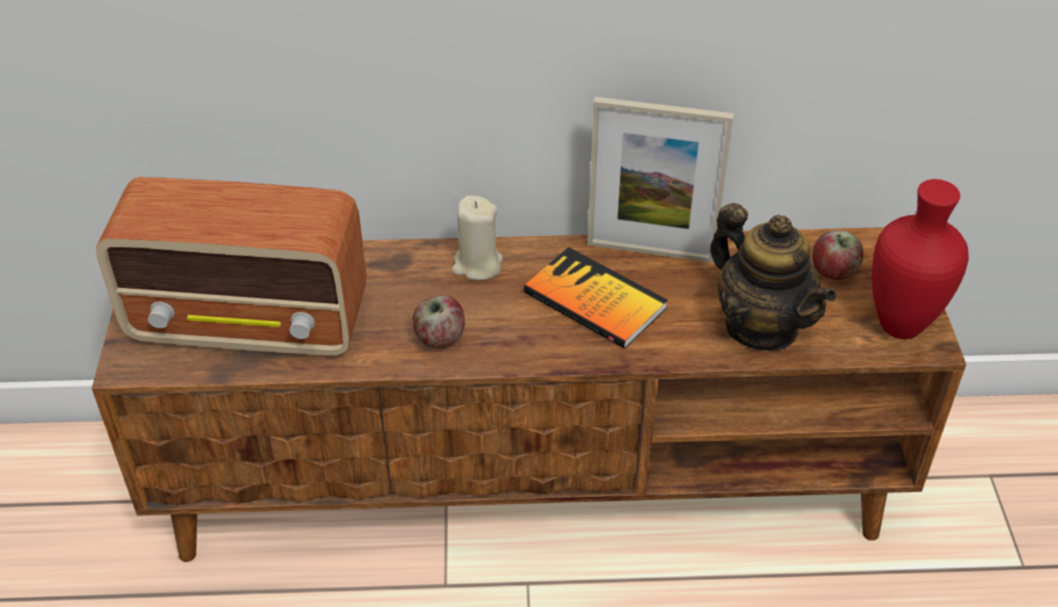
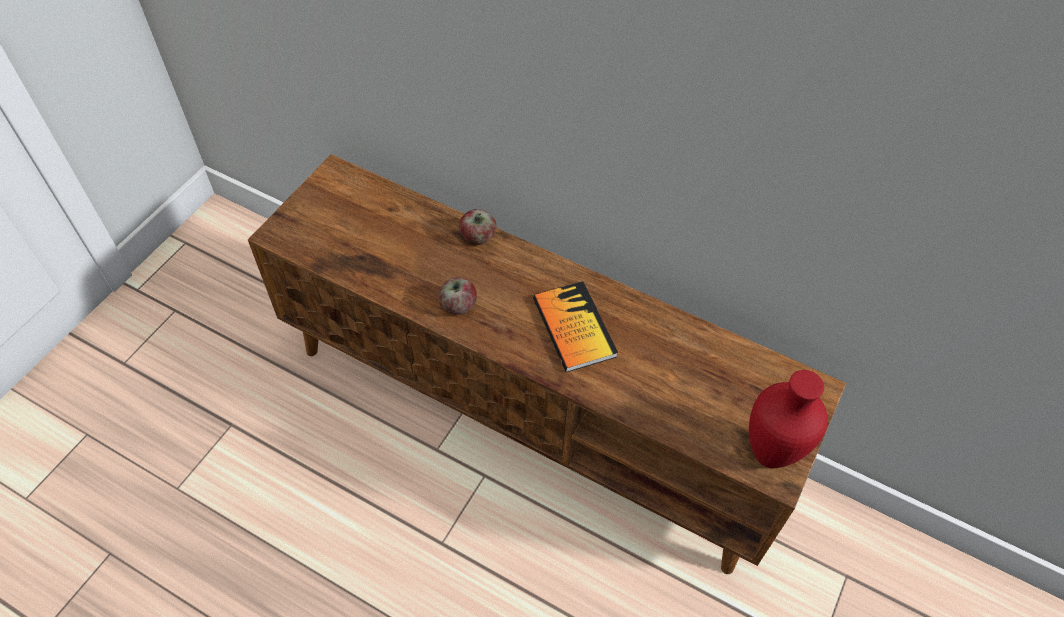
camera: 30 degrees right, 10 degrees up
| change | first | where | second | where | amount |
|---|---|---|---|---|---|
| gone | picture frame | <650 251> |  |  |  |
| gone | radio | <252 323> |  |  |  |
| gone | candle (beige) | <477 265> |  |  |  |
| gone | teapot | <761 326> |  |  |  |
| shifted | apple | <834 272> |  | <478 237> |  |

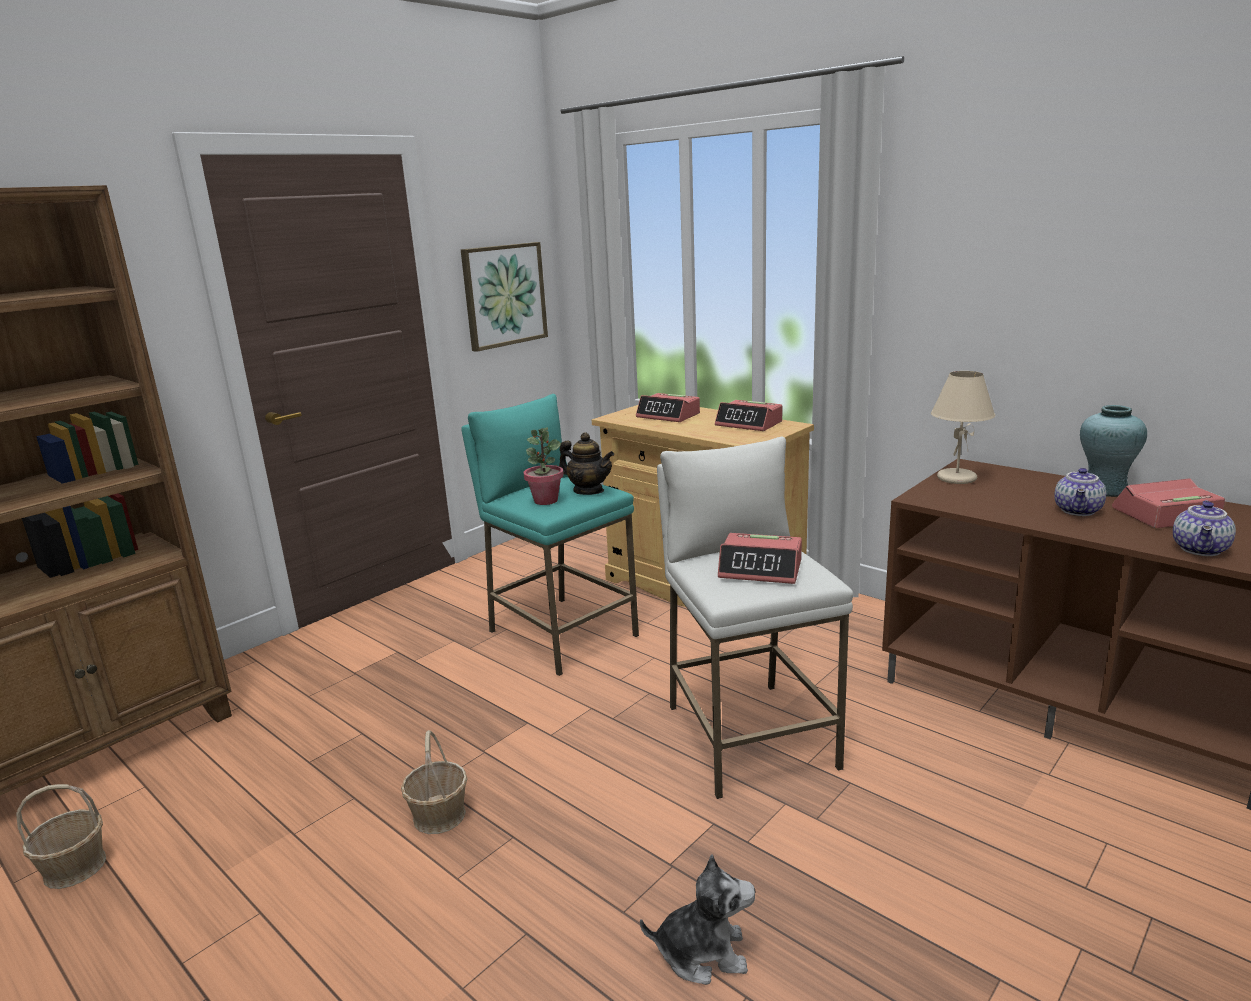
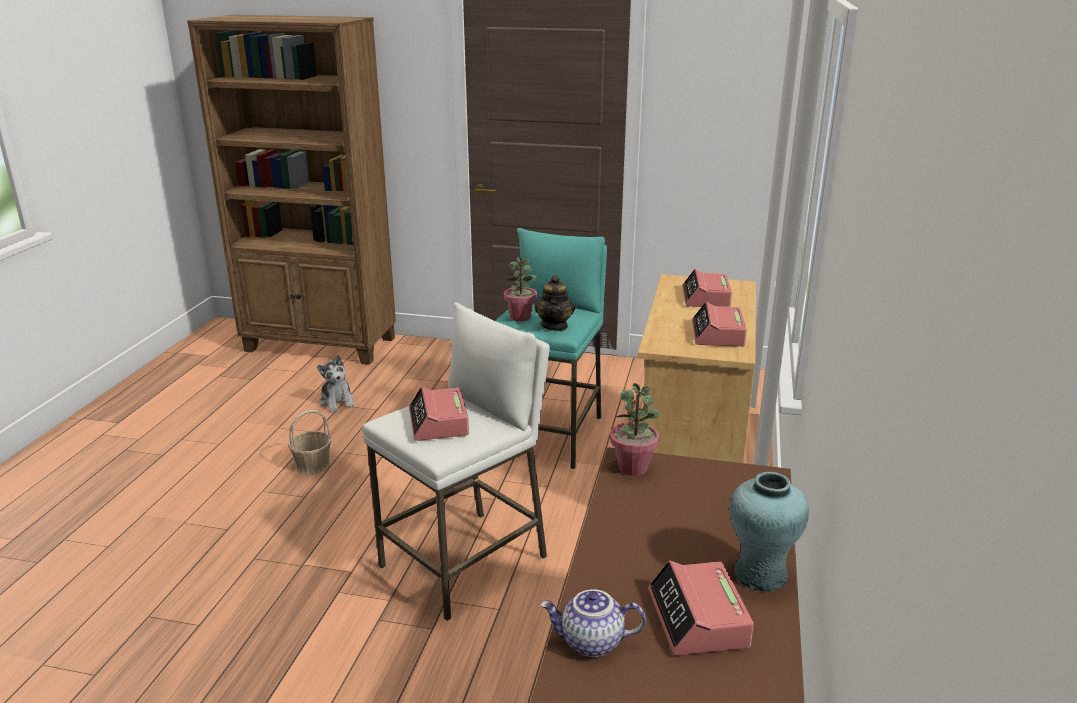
camera: 60 degrees right, 5 degrees up
| change | first | where | second | where | amount |
|---|---|---|---|---|---|
| gone | picture | <504 295> |  |  |  |
| gone | table lamp (beige) | <956 478> |  |  |  |
| gone | teapot | <1079 511> |  |  |  |
| rotated | alarm clock | <1164 515> |  | <698 619> | 150 degrees counterclockwise |
| gone | basket | <75 867> |  |  |  |
| shifted | plush toy | <702 952> |  | <337 402> |  |
| new |  |  | potted plant | <633 467> |  |

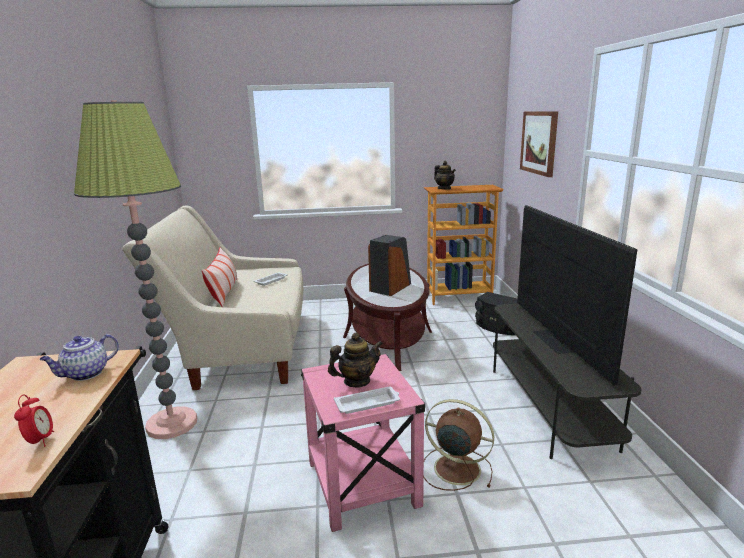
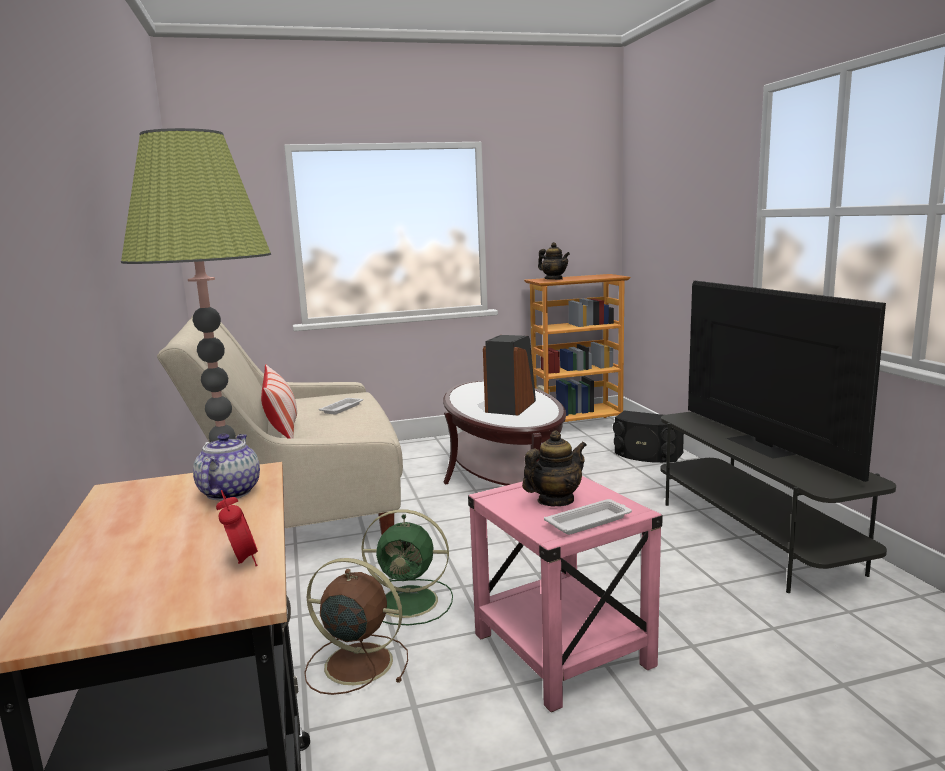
camera: 10 degrees left, 5 degrees down
| change | first | where | second | where | amount |
|---|---|---|---|---|---|
| gone | picture | <539 142> |  |  |  |
| rotated | teapot | <85 374> |  | <229 492> | 150 degrees clockwise |
| shifted | fan (brown) | <455 468> |  | <355 663> |  |
| new |  |  | fan (green) | <411 602> |  |

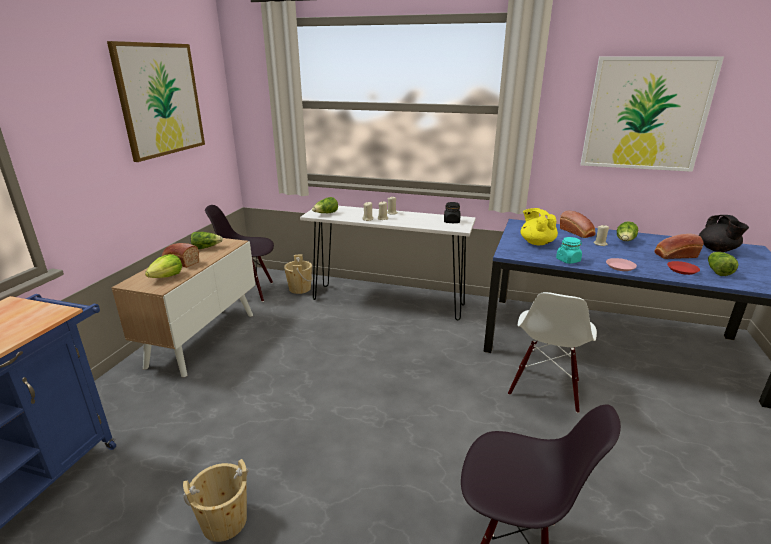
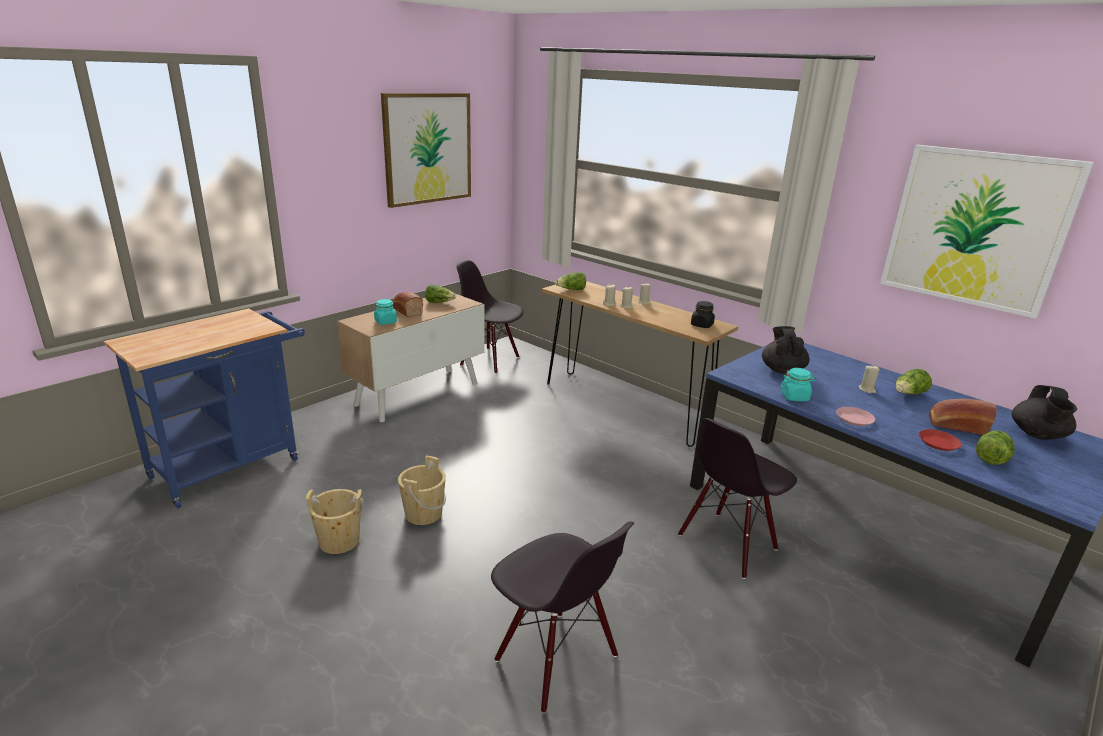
camera: 25 degrees right, 0 degrees up
| change | first | where | second | where | amount |
|---|---|---|---|---|---|
| repainted | console table (white) | <387 302> | console table (brown) | <624 406> |  |
| repainted | teapot (yellow) | <536 242> | teapot (black) | <782 370> |  |
| gone | bread | <577 232> |  |  |  |
| swapped | lettuce | <167 277> | jar (turquoise) | <385 322> |  |
| shifted | bucket (beige) | <300 289> |  | <423 514> |  |
| repainted | chair (white) | <545 388> | chair (black) | <728 543> |  |

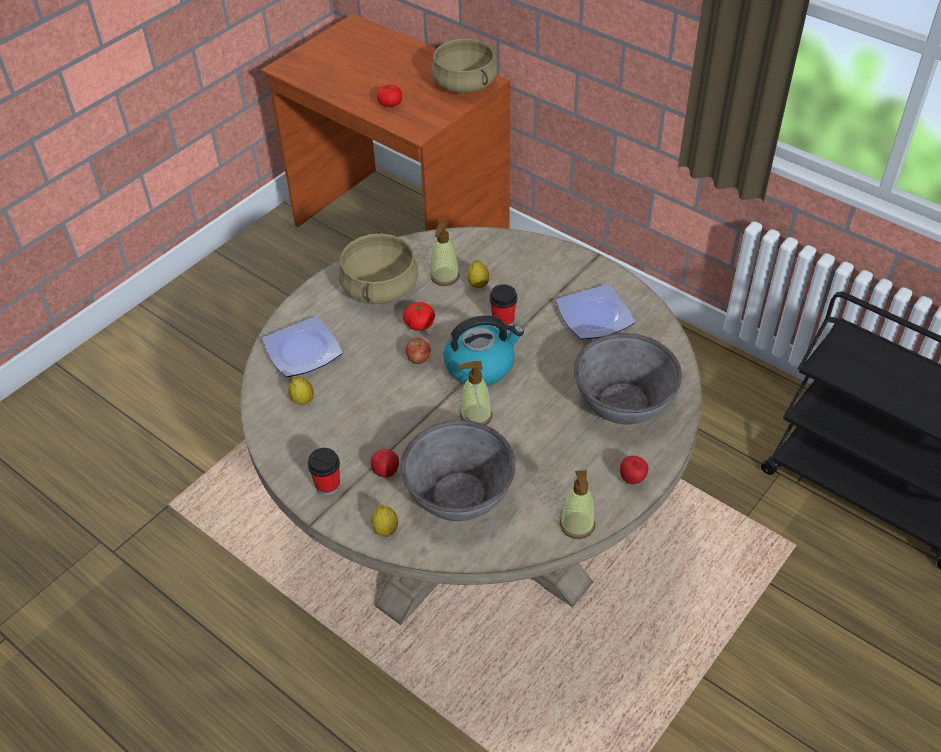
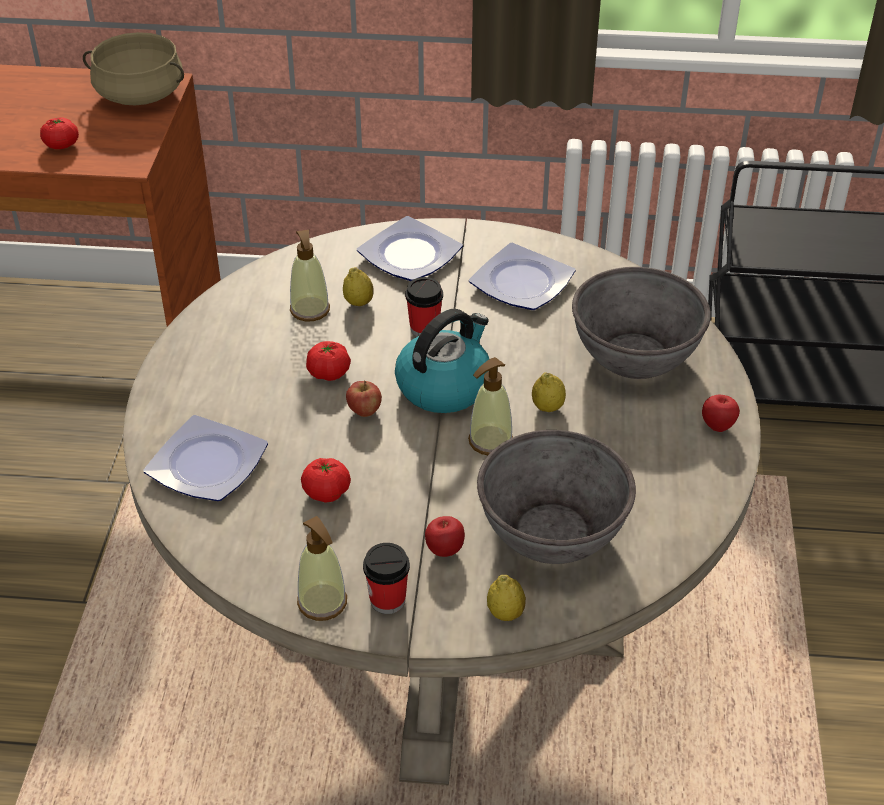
camera: 35 degrees left, 5 degrees down
| change | first | where | second | where | amount |
|---|---|---|---|---|---|
| gone | cooking pot (beige) | <379 287> |  |  |  |
| shifted | lemon | <302 400> |  | <547 407> |  |
| shifted | soap dispenser | <577 525> |  | <322 602> |  |
| new |  |  | plate | <412 255> |  |
| new |  |  | tomato | <326 492> |  |

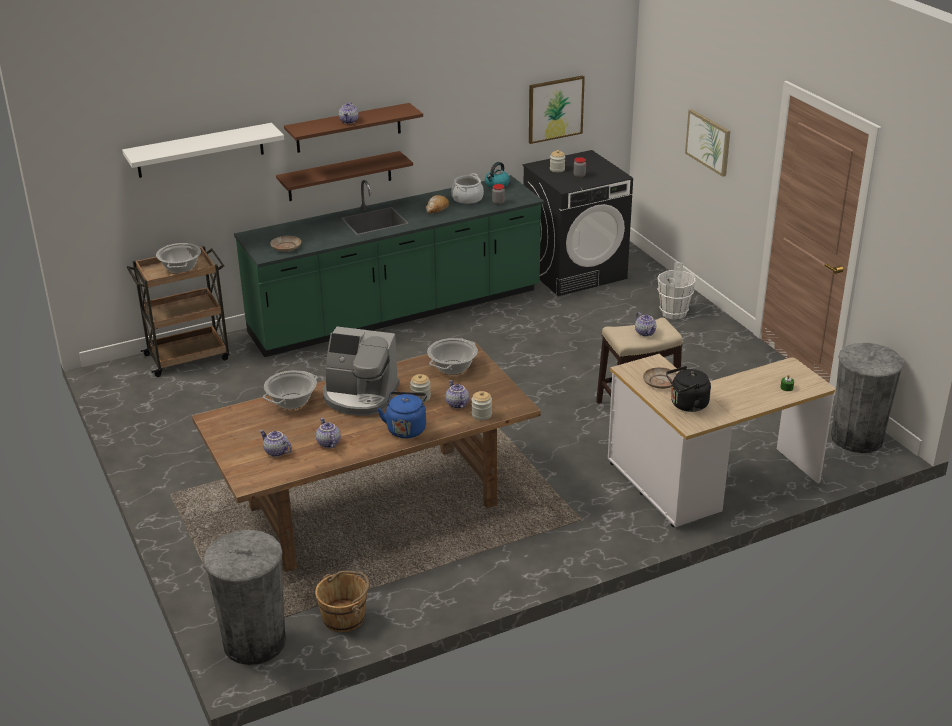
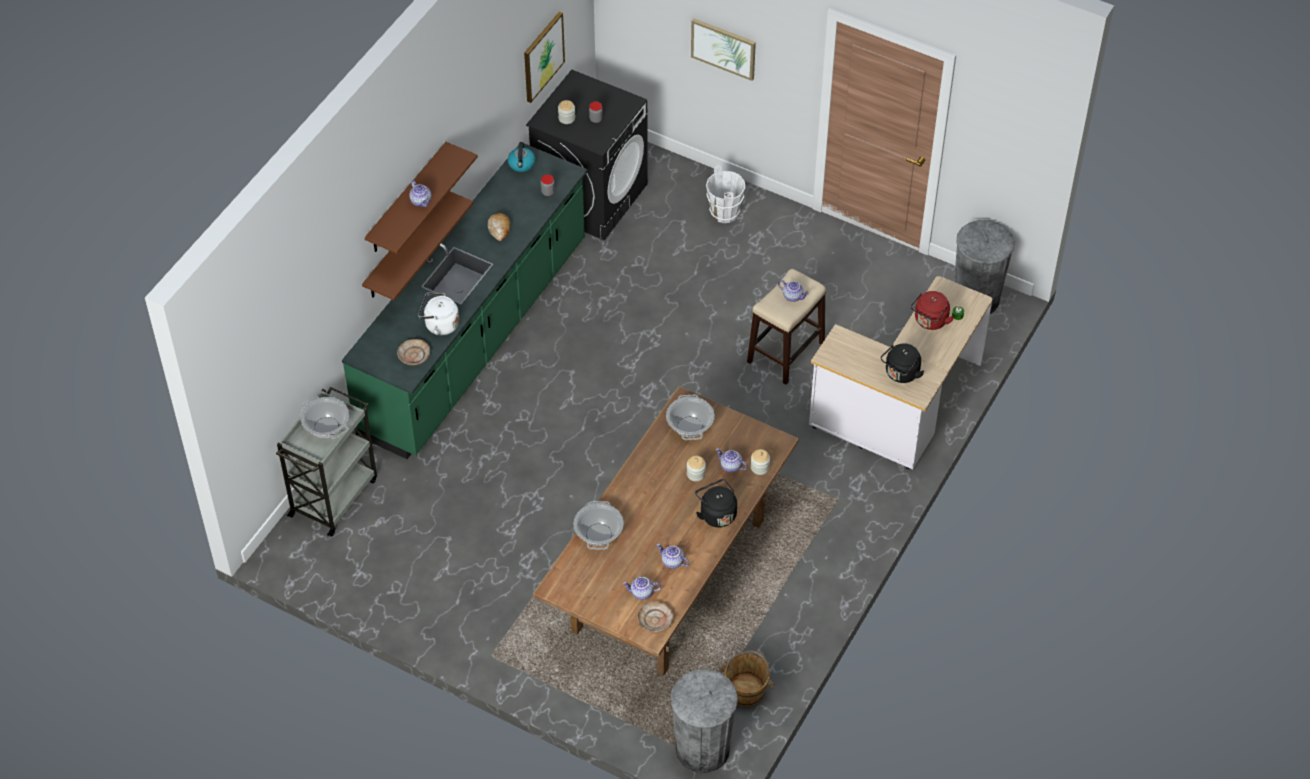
camera: 35 degrees left, 20 degrees up
| change | first | where | second | where | amount |
|---|---|---|---|---|---|
| gone | shelf (white) | <200 150> |  |  |  |
| gone | cooking pot | <467 199> |  |  |  |
| repainted | cart (brown) | <189 356> | cart (grey) | <334 496> |  |
| gone | coffee machine | <360 396> |  |  |  |
| shifted | plate (beige) | <660 382> |  | <655 620> |  |
| repainted | kettle (blue) | <406 428> | kettle (black) | <716 514> |  |
| new |  |  | kettle (red) | <930 321> |  |
| new |  |  | kettle (white) | <439 325> |  |

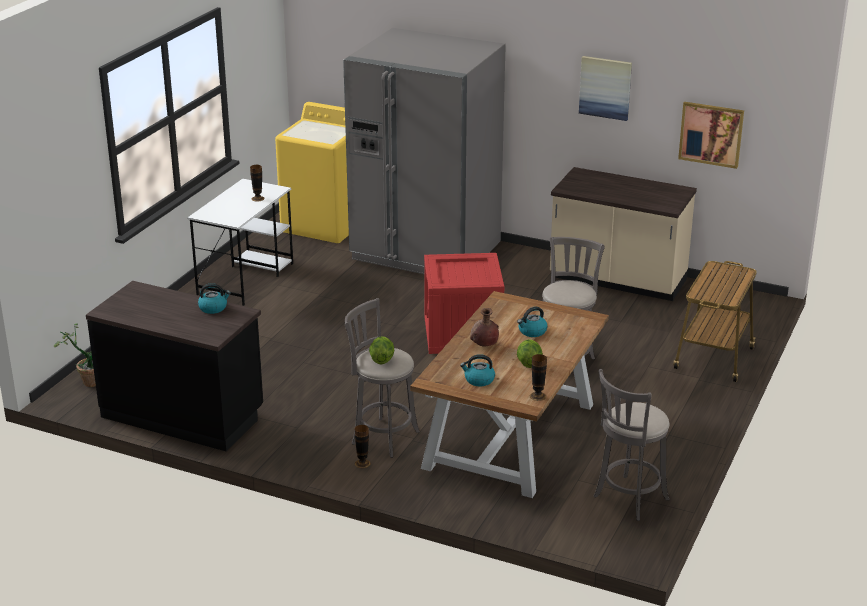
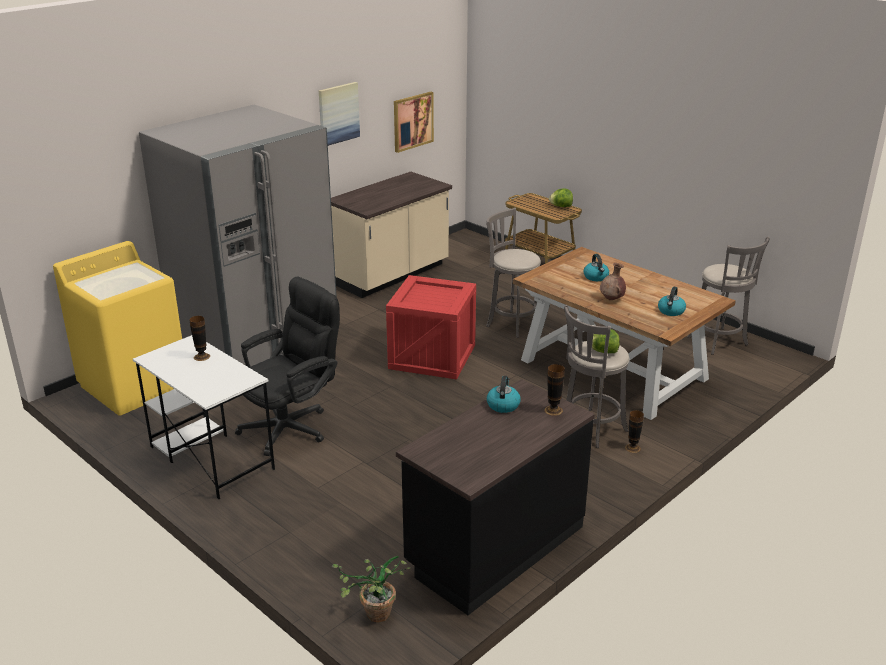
camera: 70 degrees left, 0 degrees up
| change | first | where | second | where | amount |
|---|---|---|---|---|---|
| shifted | lettuce | <528 363> |  | <561 206> |  |
| shifted | vase | <537 396> |  | <553 410> |  |
| new |  |  | office chair (black) | <292 426> |  |

